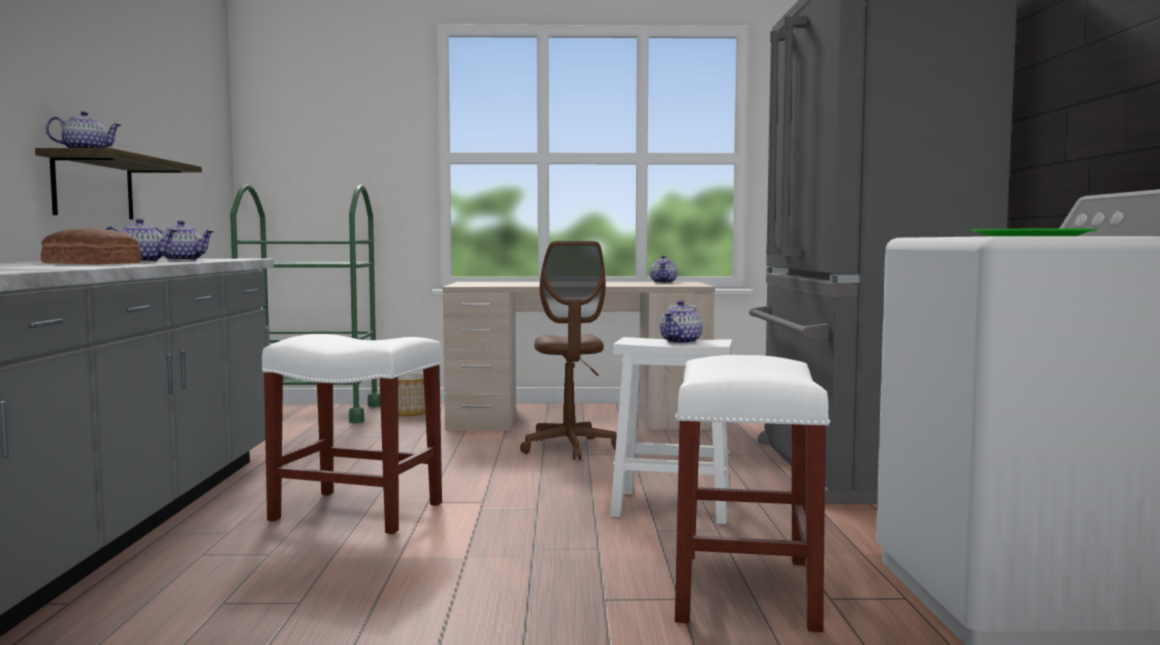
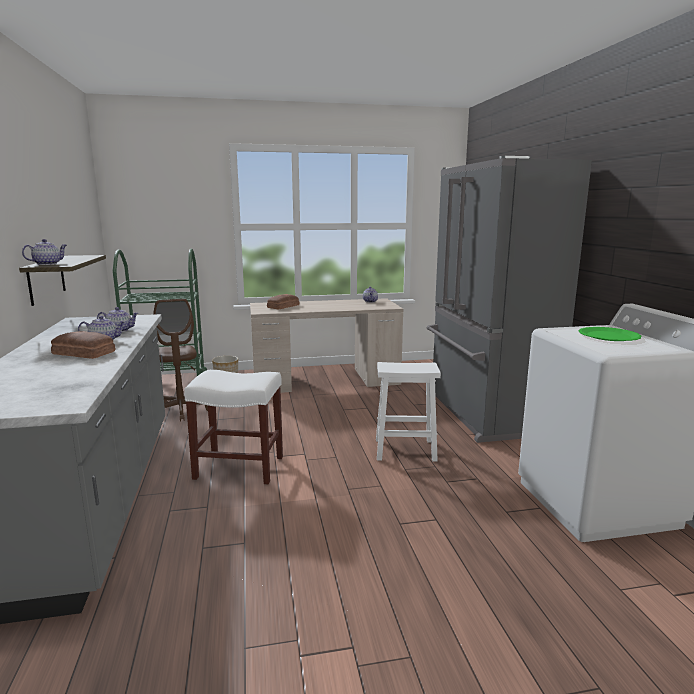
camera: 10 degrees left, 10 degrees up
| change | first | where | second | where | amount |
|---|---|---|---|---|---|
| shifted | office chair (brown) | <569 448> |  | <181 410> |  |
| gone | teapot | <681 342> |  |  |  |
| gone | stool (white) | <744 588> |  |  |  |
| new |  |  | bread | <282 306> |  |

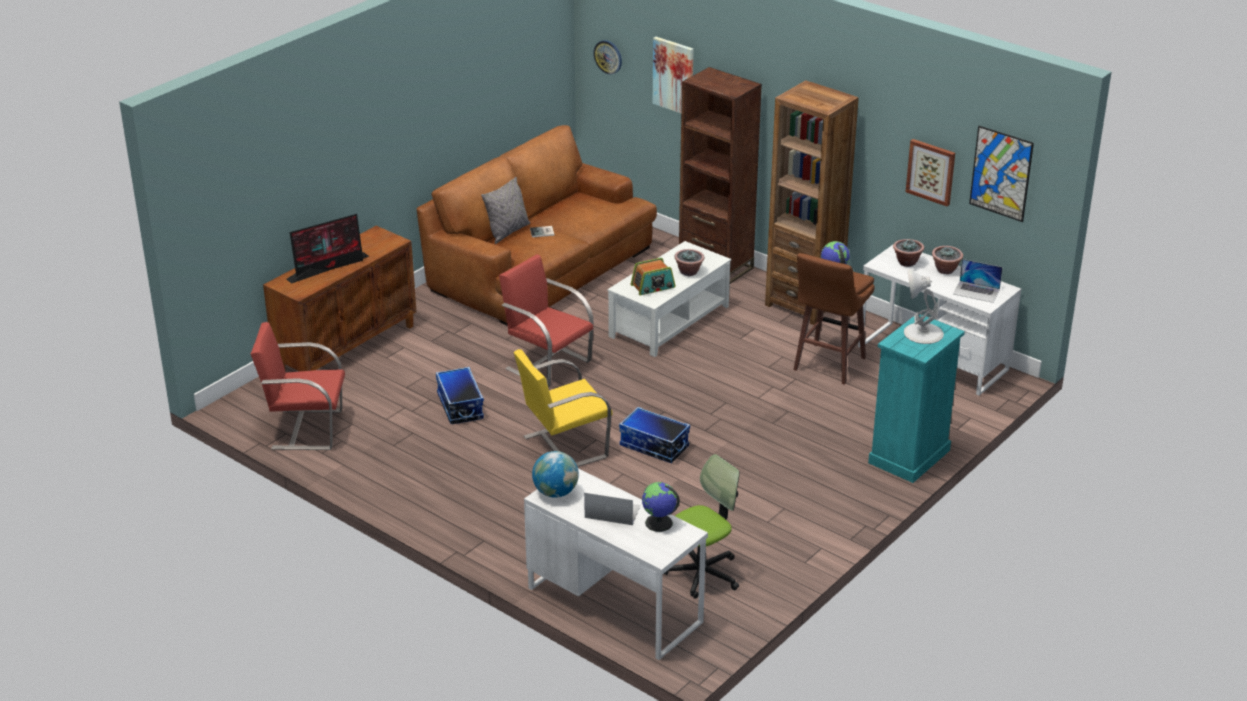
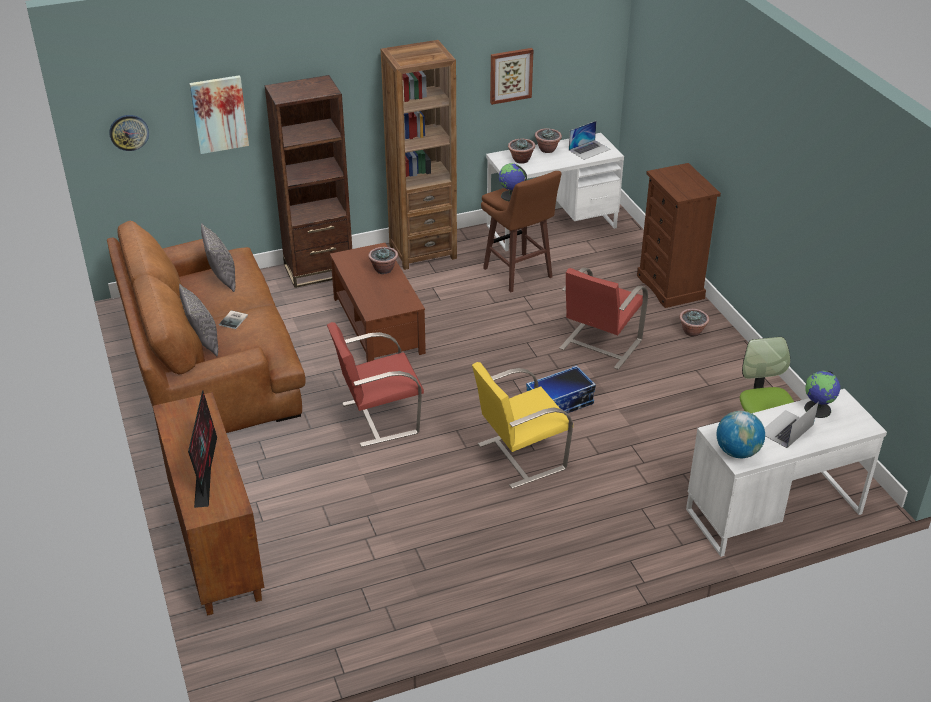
camera: 60 degrees left, 5 degrees up
| change | first | where | second | where | amount |
|---|---|---|---|---|---|
| gone | picture | <1001 173> |  |  |  |
| repainted | coffee table (white) | <668 321> | coffee table (brown) | <377 325> |  |
| gone | radio | <653 286> |  |  |  |
| gone | table lamp (white) | <922 333> |  |  |  |
| repainted | dresser (turquoise) | <909 457> | dresser (brown) | <670 287> |  |
| shifted | chair (red) | <305 429> |  | <599 345> |  |
| rotated | chair (yellow) | <563 447> |  | <519 456> | 60 degrees clockwise |
| gone | storage box | <459 406> |  |  |  |
| new |  |  | pillow (grey) | <222 278> |  |
| new |  |  | potted plant | <692 332> |  |

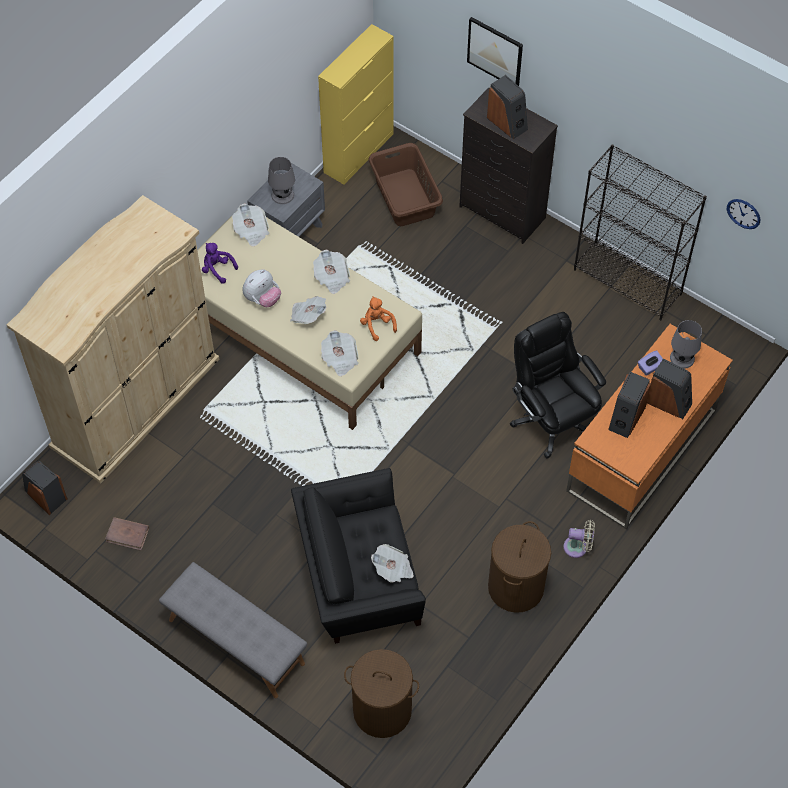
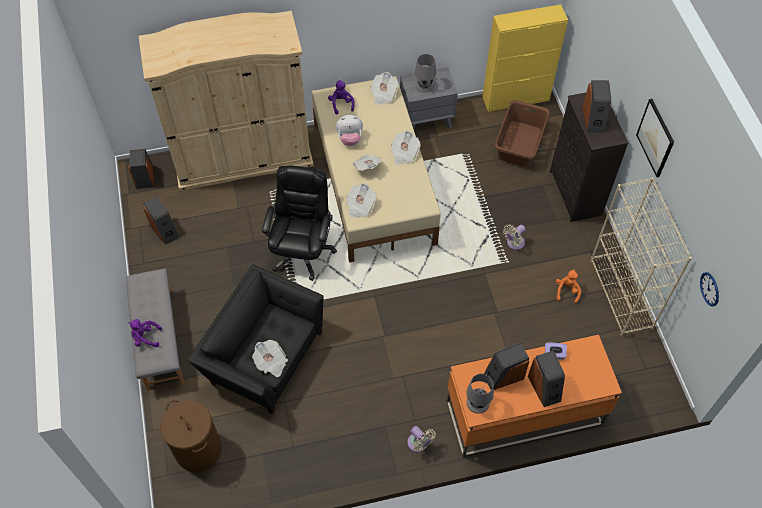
camera: 40 degrees right, 0 degrees up
| change | first | where | second | where | amount |
|---|---|---|---|---|---|
| shifted | picture | <495 52> |  | <655 138> |  |
| repainted | bookcase (black) | <628 282> | bookcase (beige) | <621 294> |  |
| shifted | plush toy (orange) | <377 325> |  | <567 291> |  |
| shifted | office chair (black) | <552 419> |  | <302 251> |  |
| shifted | table lamp (grey) | <682 358> |  | <477 402> |  |
| swapped | book (brown) | <128 534> | speaker | <164 230> |  |
| gone | laundry basket (brown) | <516 587> |  |  |  |
| new |  |  | fan (beige) | <514 243> |  |
| new |  |  | plush toy (purple) | <146 337> |  |

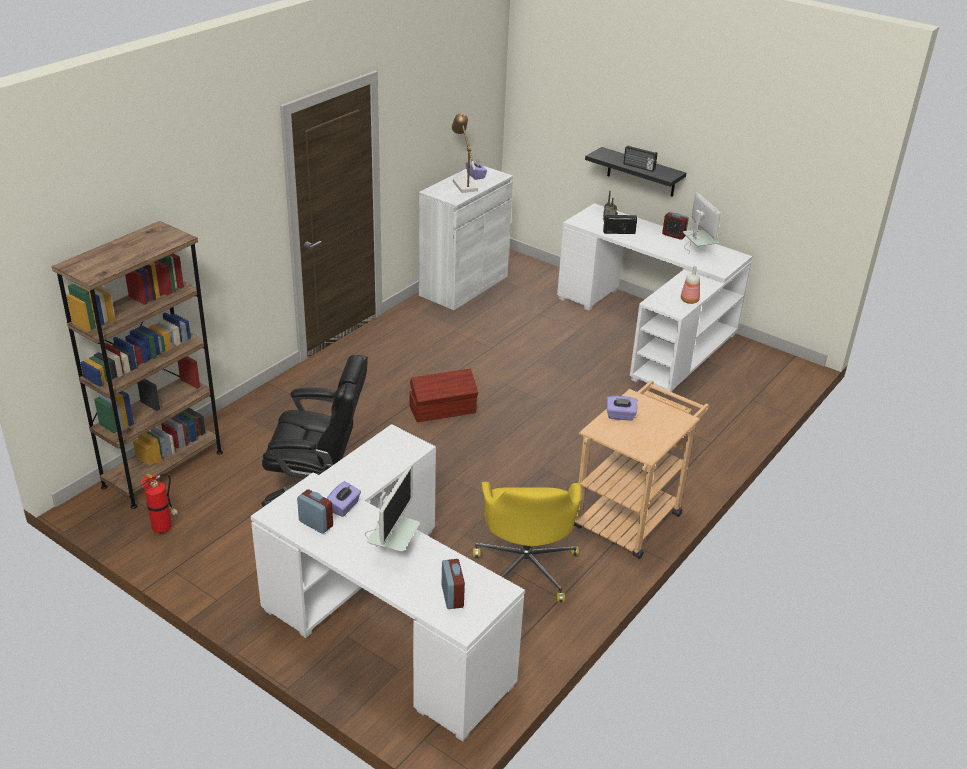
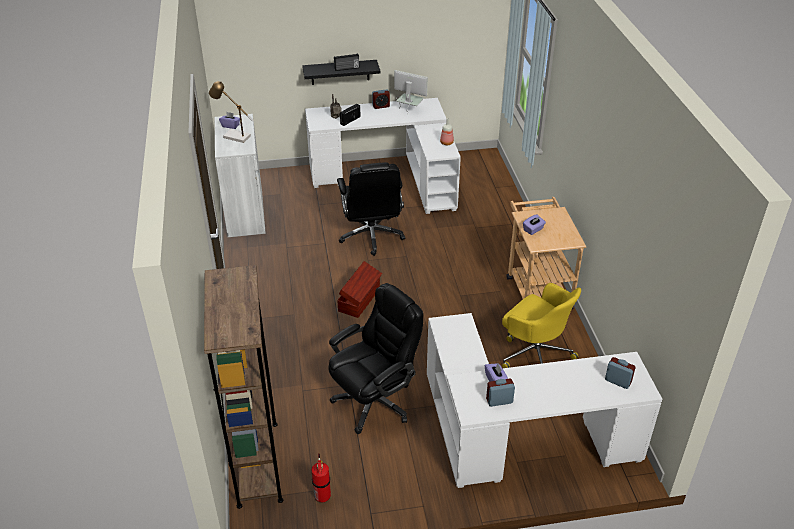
camera: 45 degrees left, 5 degrees up
| change | first | where | second | where | amount |
|---|---|---|---|---|---|
| gone | monitor | <392 550> |  |  |  |
| new |  |  | office chair (black) | <371 236> |  |

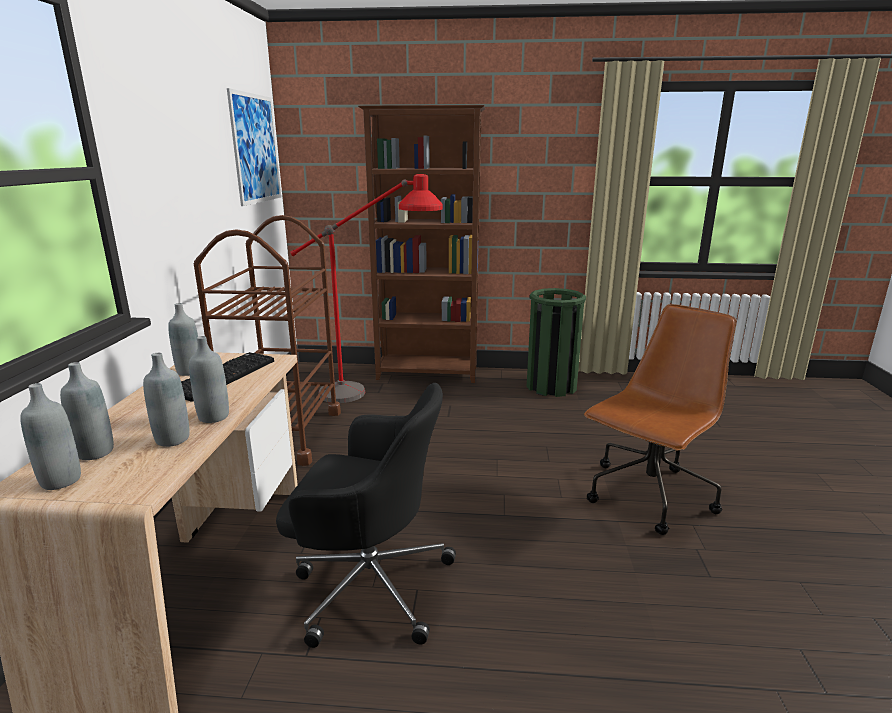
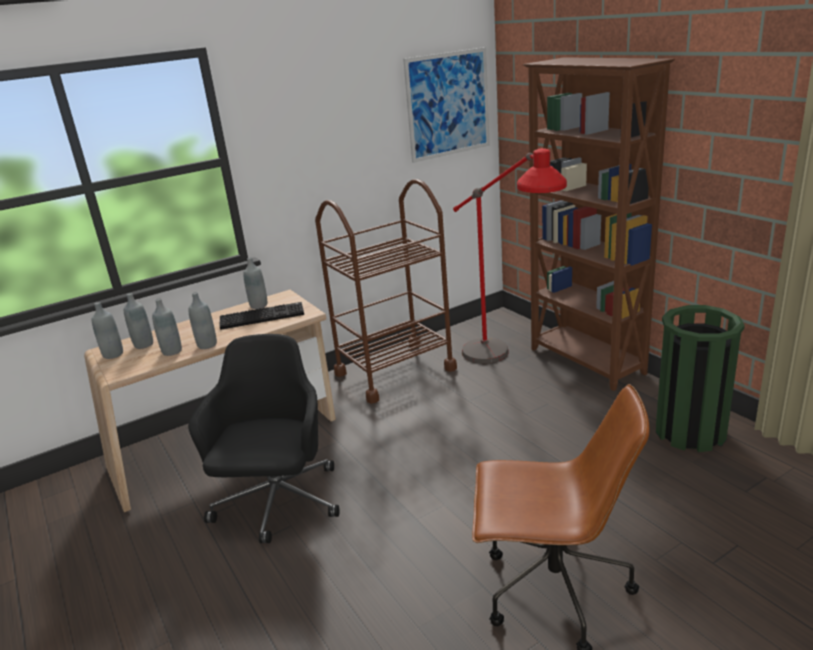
camera: 55 degrees right, 5 degrees up
| change | first | where | second | where | amount |
|---|---|---|---|---|---|
| rotated | office chair (black) | <369 583> |  | <278 503> | 150 degrees counterclockwise |

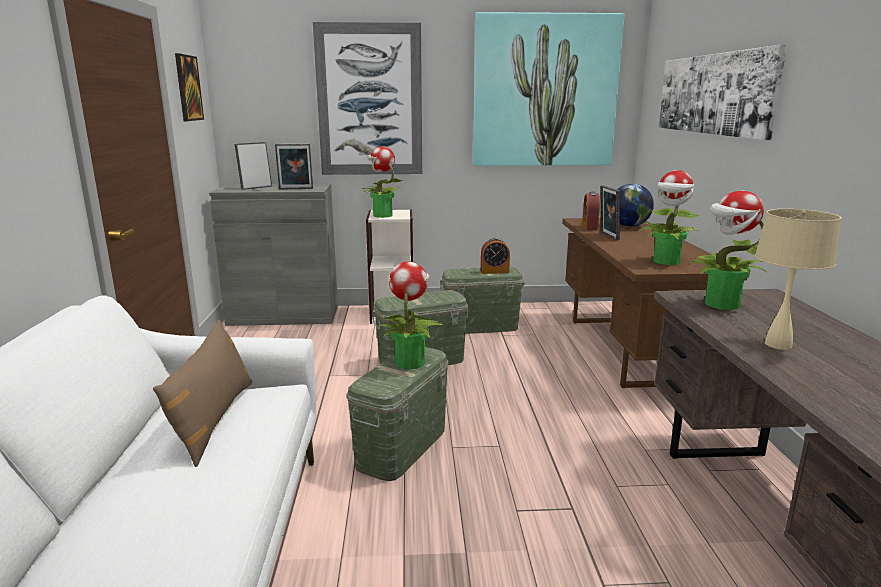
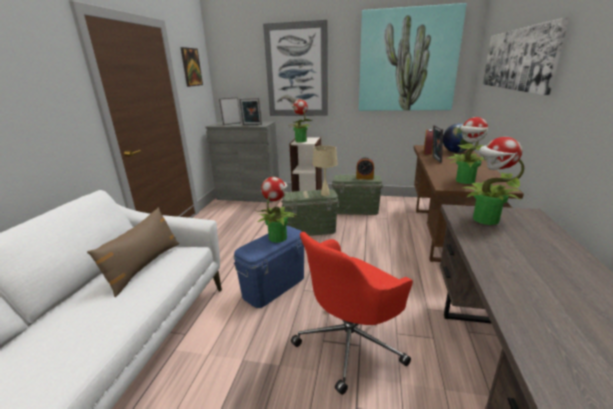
camera: 15 degrees right, 5 degrees up
| change | first | where | second | where | amount |
|---|---|---|---|---|---|
| shifted | table lamp (beige) | <778 344> |  | <325 194> |  |
| repainted | storage box (green) | <402 448> | storage box (blue) | <274 286> |  |
| new |  |  | office chair (red) | <350 342> |  |

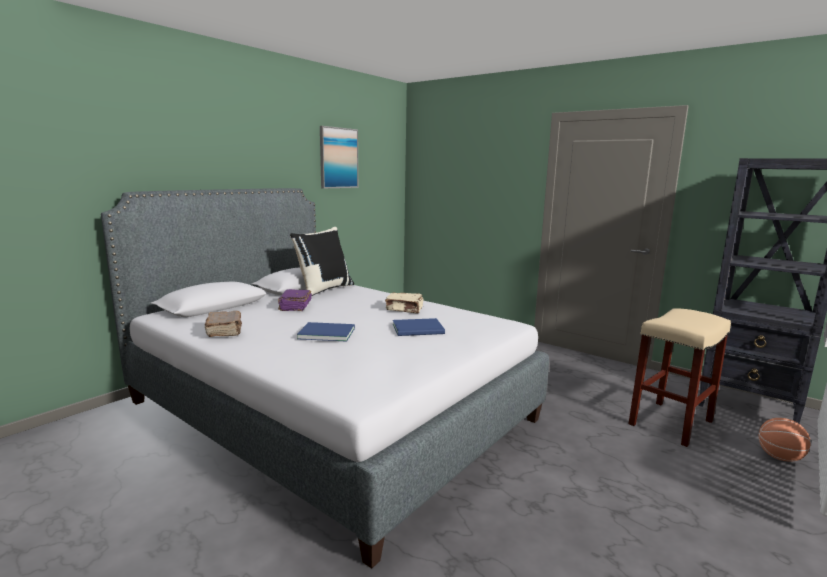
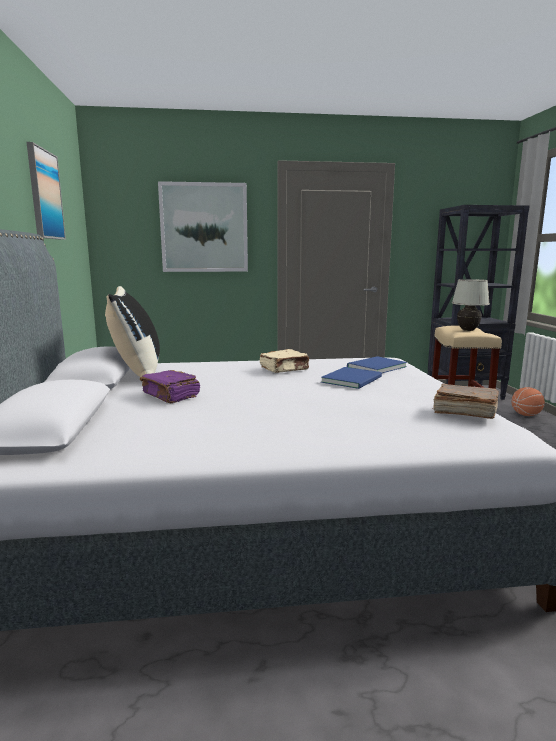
camera: 45 degrees left, 0 degrees up
| change | first | where | second | where | amount |
|---|---|---|---|---|---|
| shifted | book (brown) | <225 331> |  | <464 412> |  |
| shifted | book (blue) | <325 333> |  | <374 367> |  |
| new |  |  | picture | <204 228> |  |
| new |  |  | table lamp (white) | <467 330> |  |

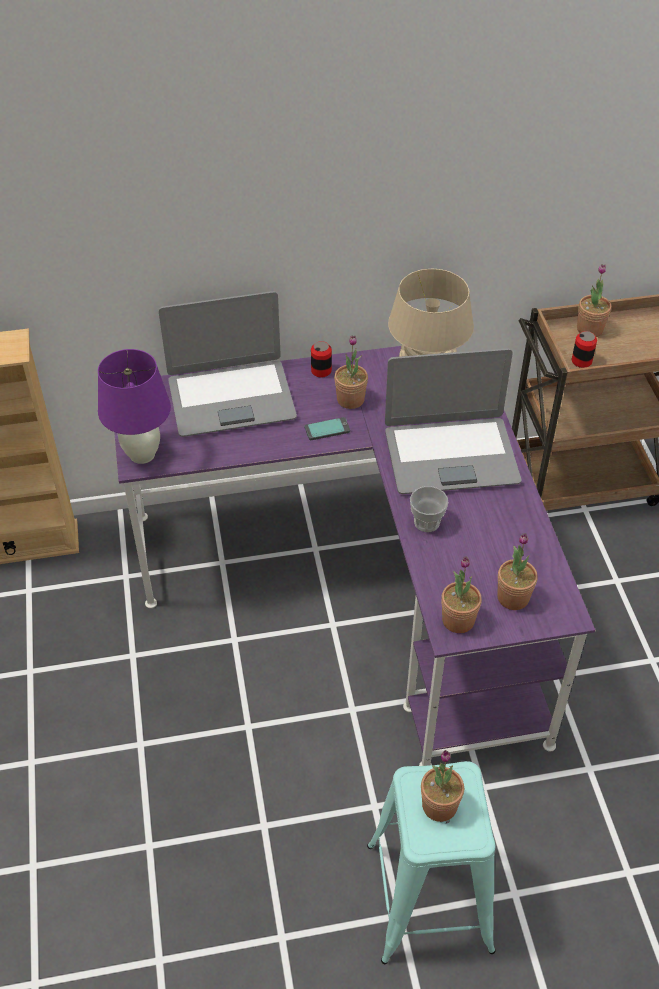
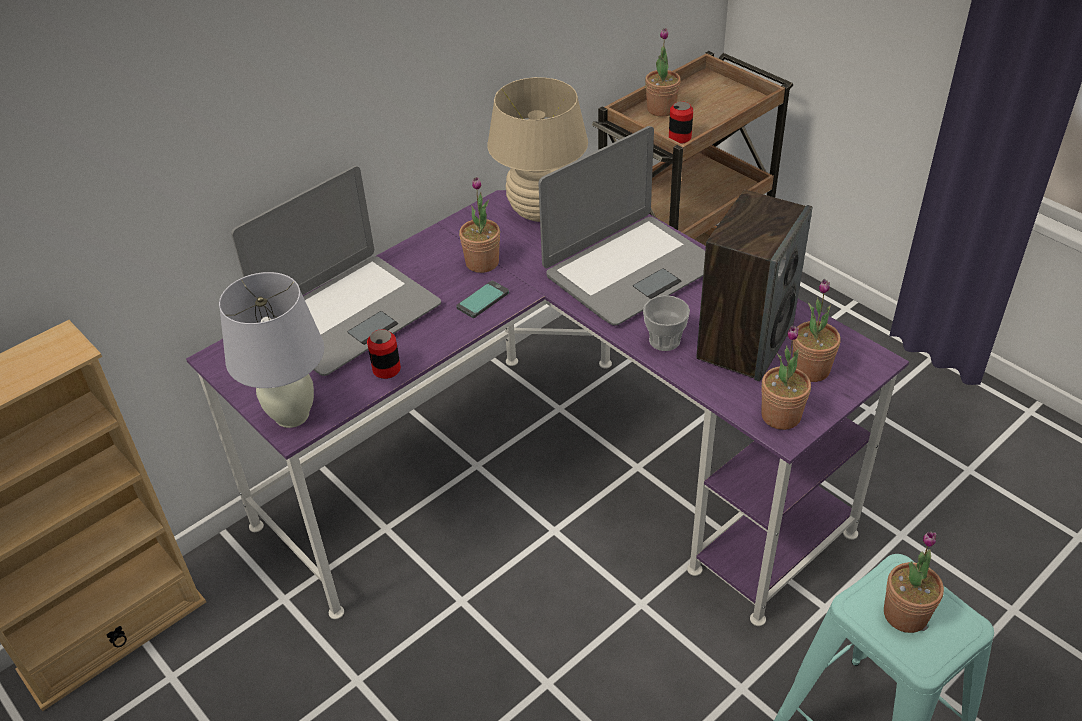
camera: 30 degrees left, 5 degrees down
| change | first | where | second | where | amount |
|---|---|---|---|---|---|
| shifted | can | <321 371> |  | <386 369> |  |
| repainted | table lamp (purple) | <142 455> | table lamp (white) | <292 416> |  |
| new |  |  | speaker | <744 341> |  |

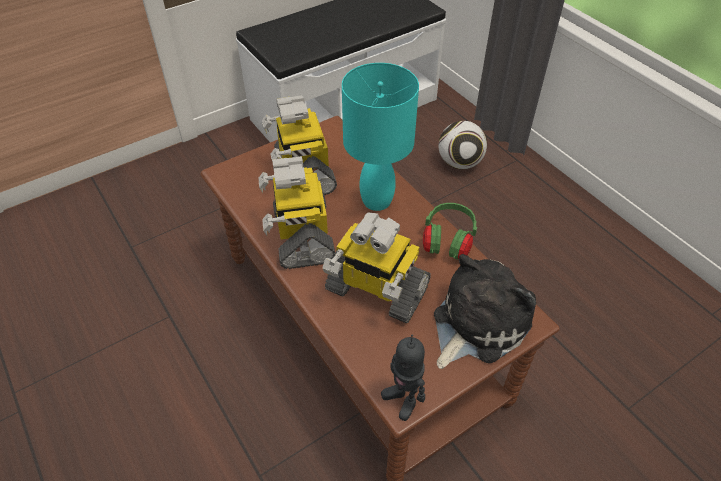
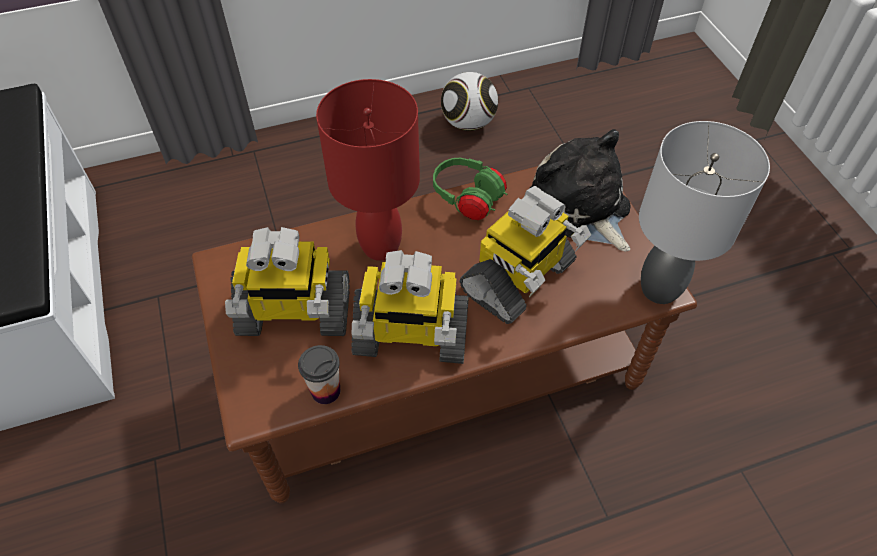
camera: 75 degrees left, 5 degrees up
| change | first | where | second | where | amount |
|---|---|---|---|---|---|
| repainted | table lamp (turquoise) | <376 200> | table lamp (red) | <379 247> |  |
| shifted | football | <460 163> |  | <468 123> |  |
| swapped | toy robot | <403 399> | table lamp (grey) | <660 288> |  |
| new |  |  | cup | <326 391> |  |

